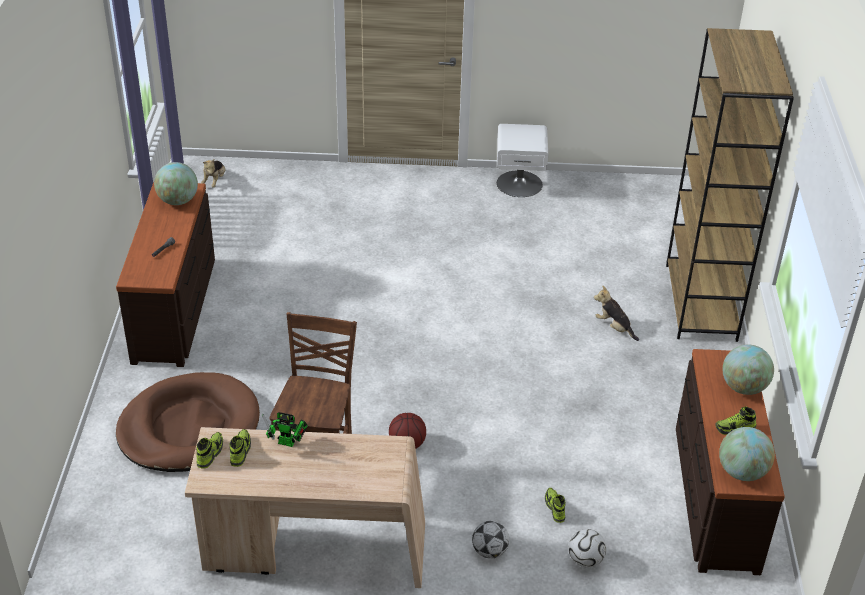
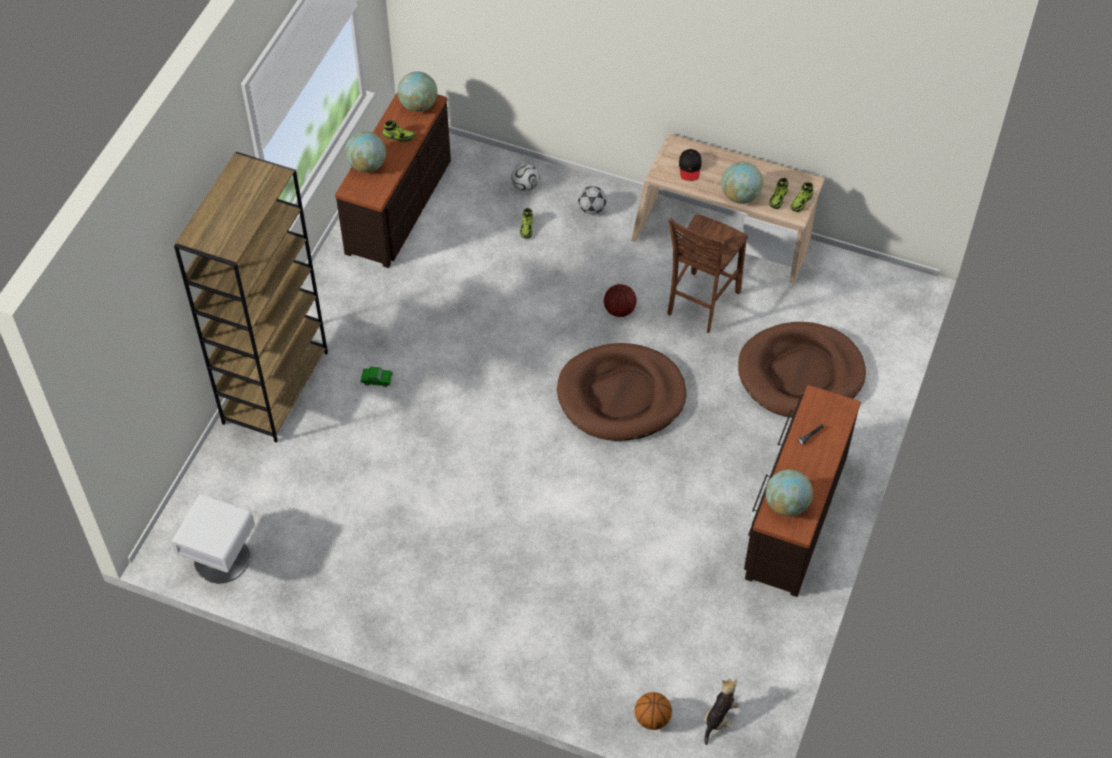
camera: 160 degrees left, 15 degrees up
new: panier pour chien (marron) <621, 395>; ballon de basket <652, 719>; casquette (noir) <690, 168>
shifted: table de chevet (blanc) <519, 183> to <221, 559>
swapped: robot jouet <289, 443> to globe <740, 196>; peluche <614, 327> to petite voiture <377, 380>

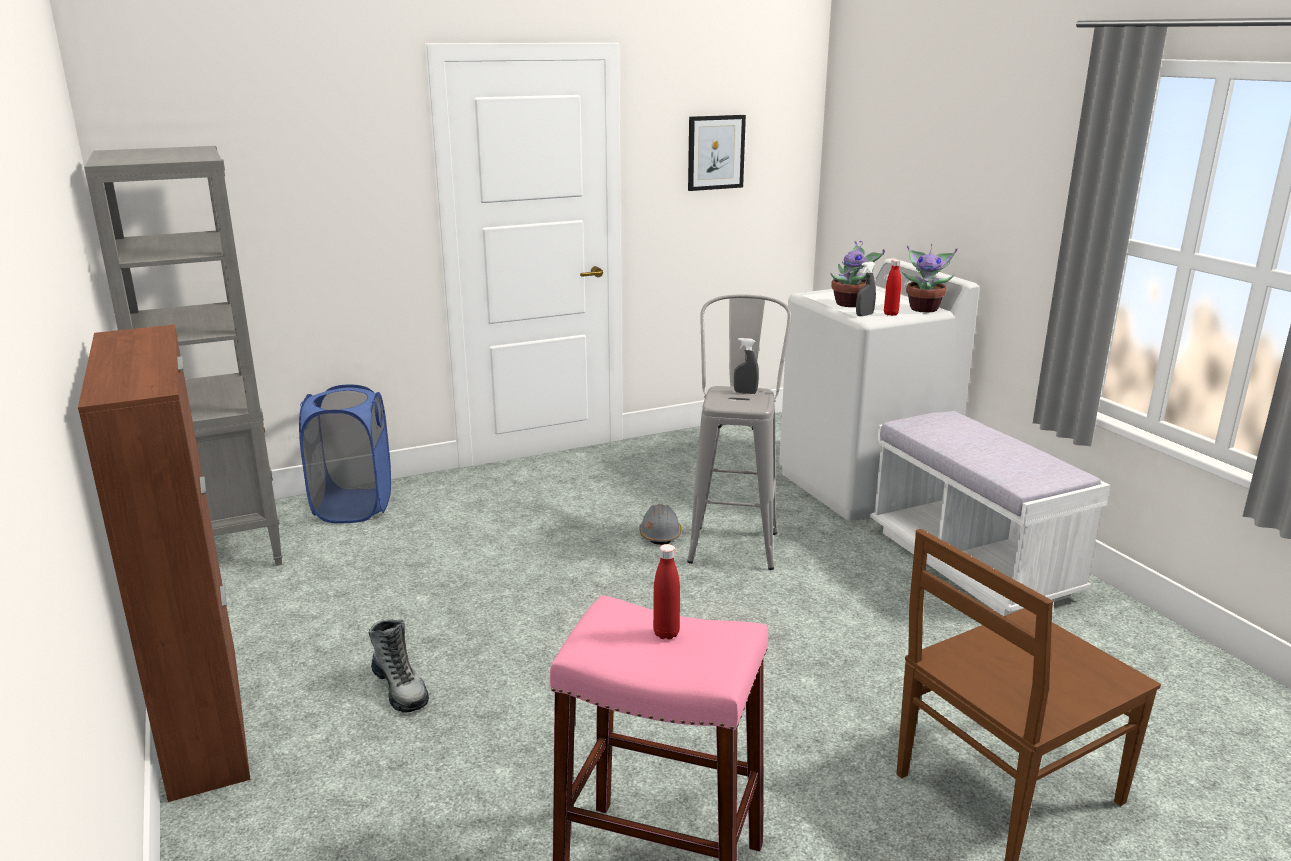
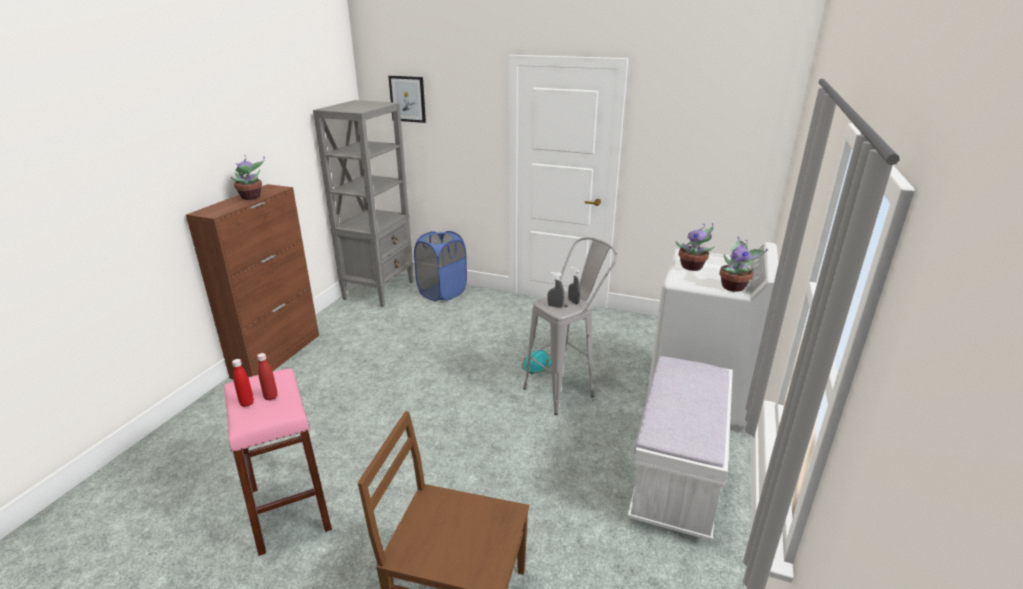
camera: 45 degrees right, 5 degrees up
gone: botte <400, 688>
new: plante en pot <251, 197>
shifted: tableau <715, 152> to <407, 99>; vaporisateur (gris) <864, 315> to <555, 306>; bouteille (rouge) <890, 314> to <247, 403>
repainted: casque de chantier (gris) <660, 534> to casque de chantier (turquoise) <537, 367>

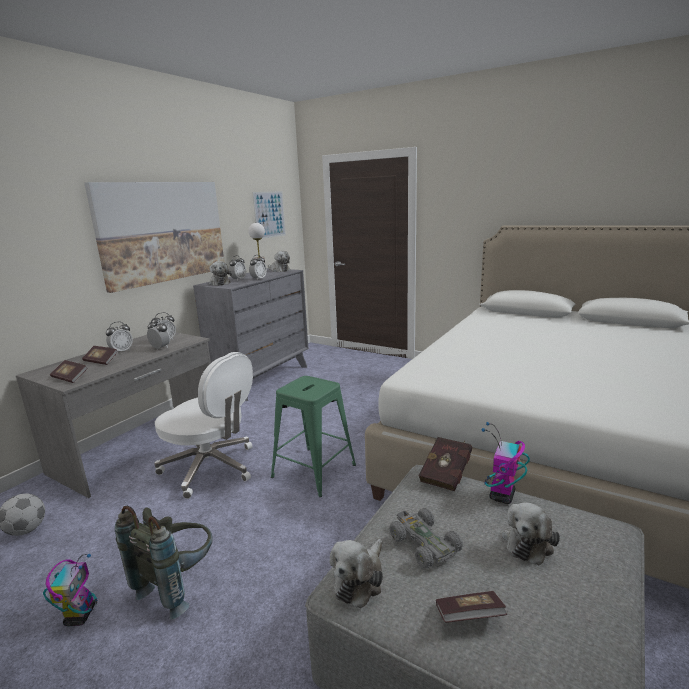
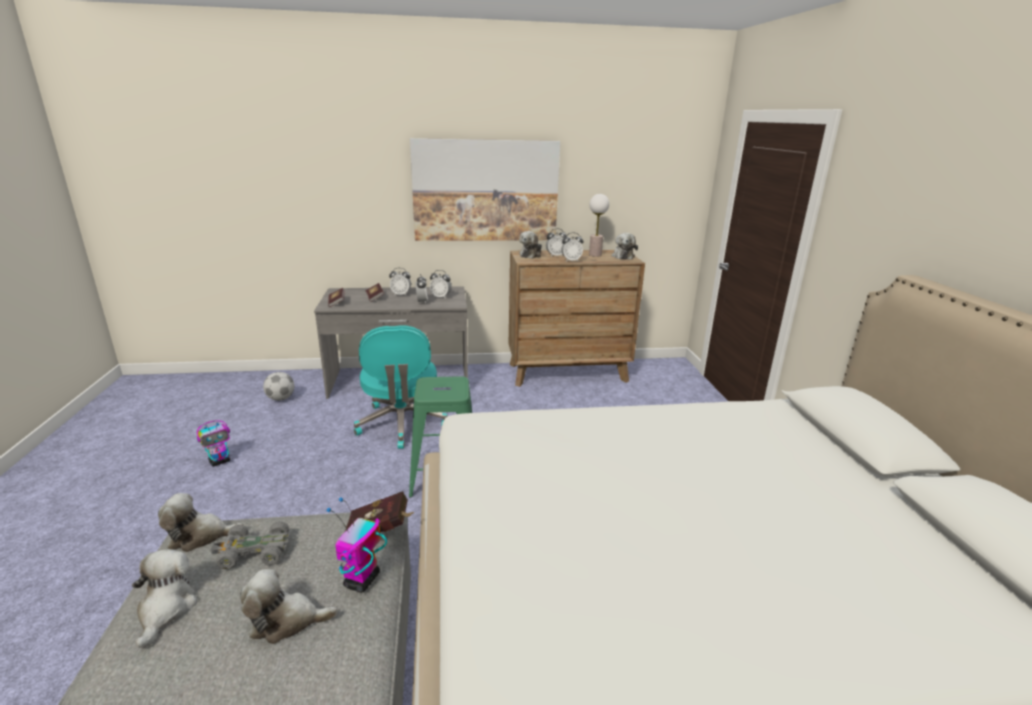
camera: 50 degrees right, 5 degrees up
gone: sac à dos (gris) <178, 584>; tableau <269, 214>
swapped: livre <469, 617> to peluche <166, 609>
repainted: chaise de bureau (blanc) <211, 468> to chaise de bureau (turquoise) <401, 424>; commode (gris) <262, 378> to commode (marron) <567, 372>
rotated: petite voiture (gris) <423, 543> = <254, 552> 120 degrees counterclockwise; robot jouet <502, 496> = <361, 581> 60 degrees counterclockwise

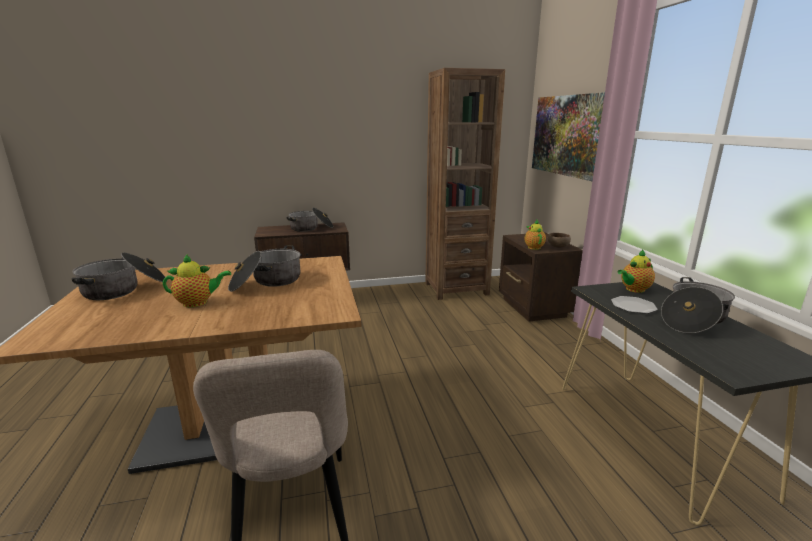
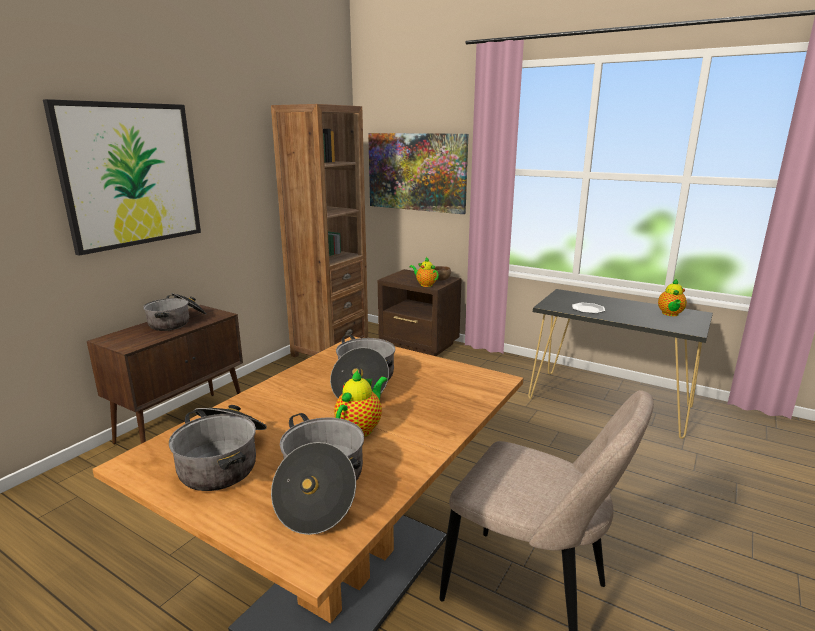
camera: 45 degrees left, 0 degrees up
new: tableau <131, 175>
shifted: théière <633, 289> to <670, 314>; marmite <692, 319> to <321, 488>

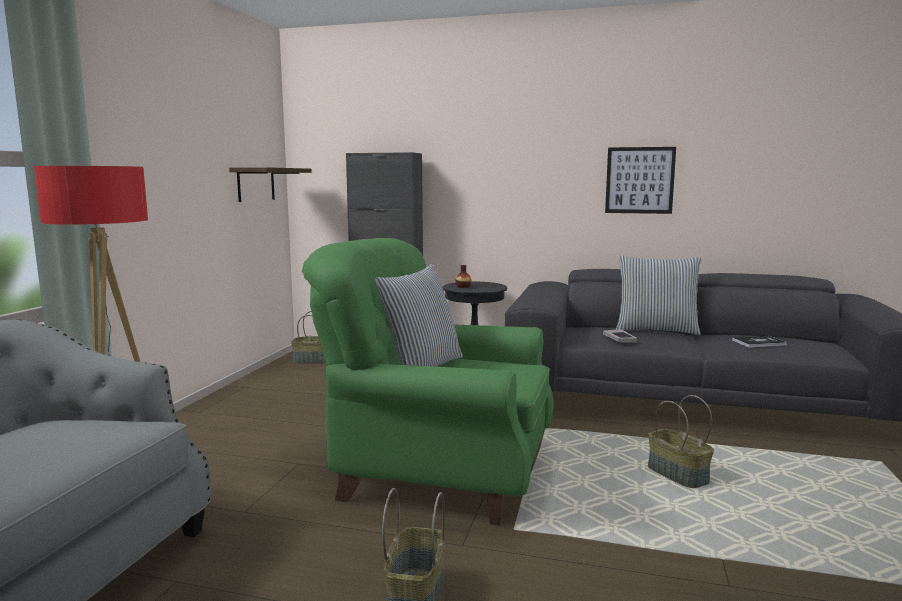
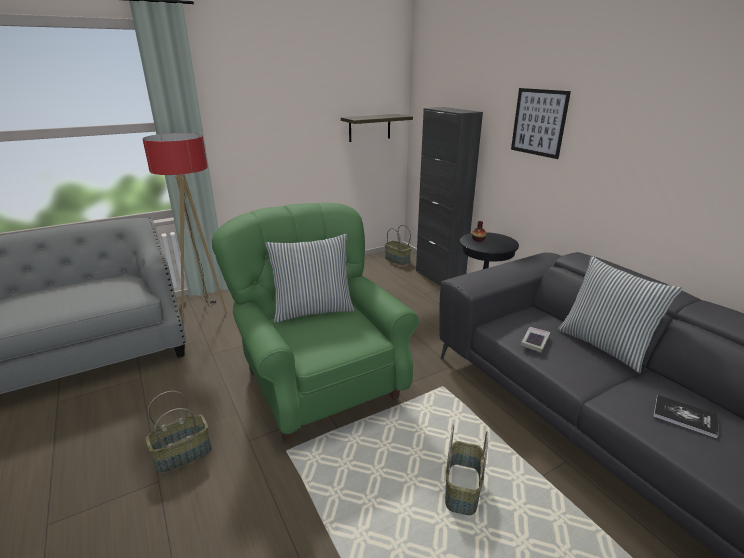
camera: 45 degrees right, 15 degrees up
shifted: tableau <639, 180> to <539, 122>

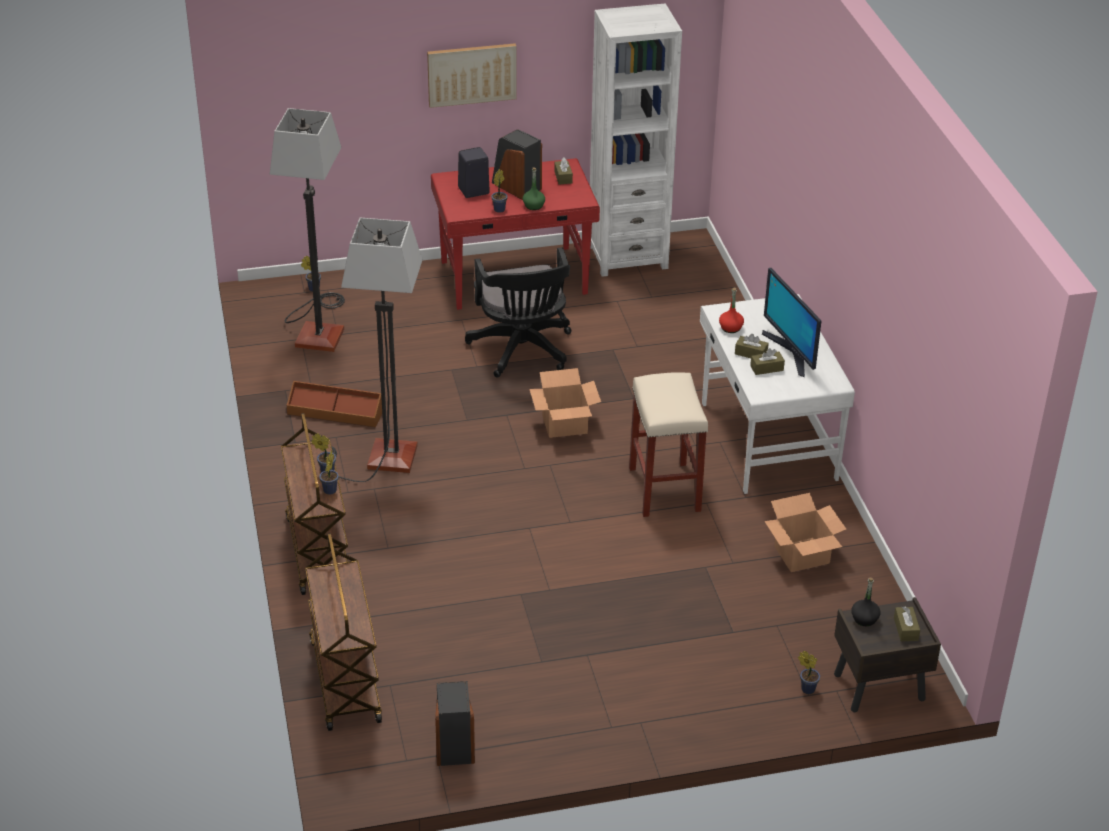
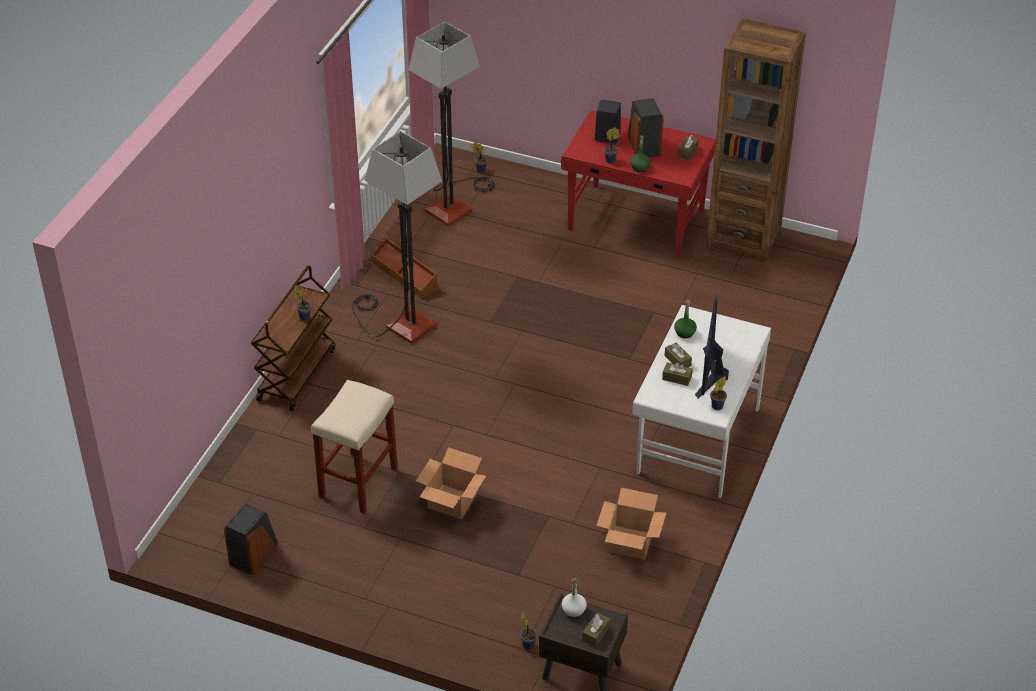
camera: 35 degrees right, 5 degrees up
gone: chariot (marron) <344, 680>; tableau <471, 74>; chaise de bureau (noir) <522, 351>
shifted: plante en pot <329, 491> to <716, 407>; carton <565, 424> to <452, 501>; tabouret (beige) <663, 488> to <358, 481>
repainted: bibliothèque (blanc) <627, 257> to bibliothèque (marron) <743, 239>; bouteille (rouge) <730, 328> to bouteille (vert) <684, 333>; bouteille (noir) <864, 619> to bouteille (blanc) <574, 610>

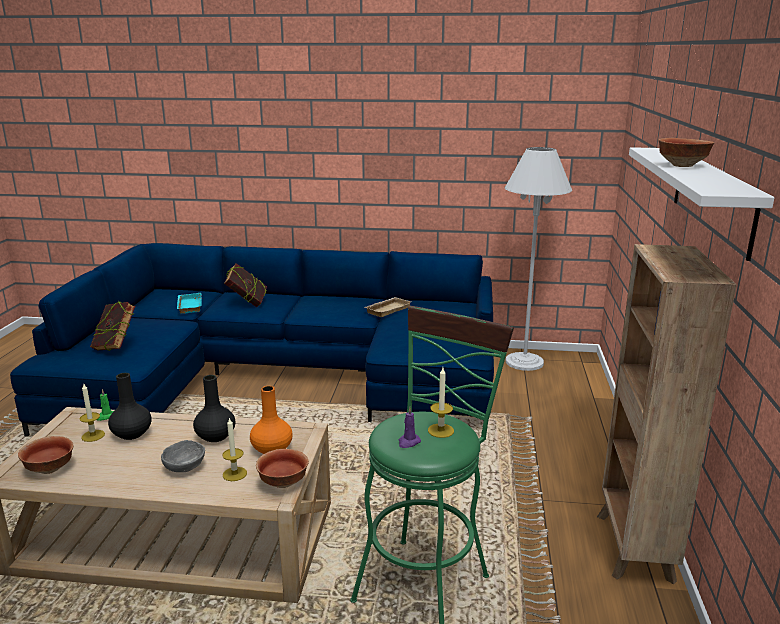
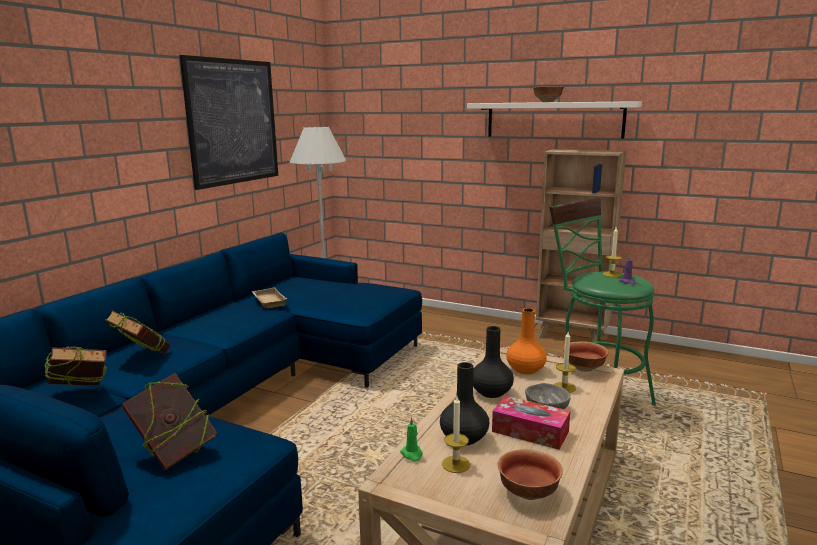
camera: 70 degrees left, 5 degrees down
new: tableau <233, 122>; boîte à mouchoirs <530, 431>
swapped: plateau (turquoise) <188, 306> to livre <82, 396>

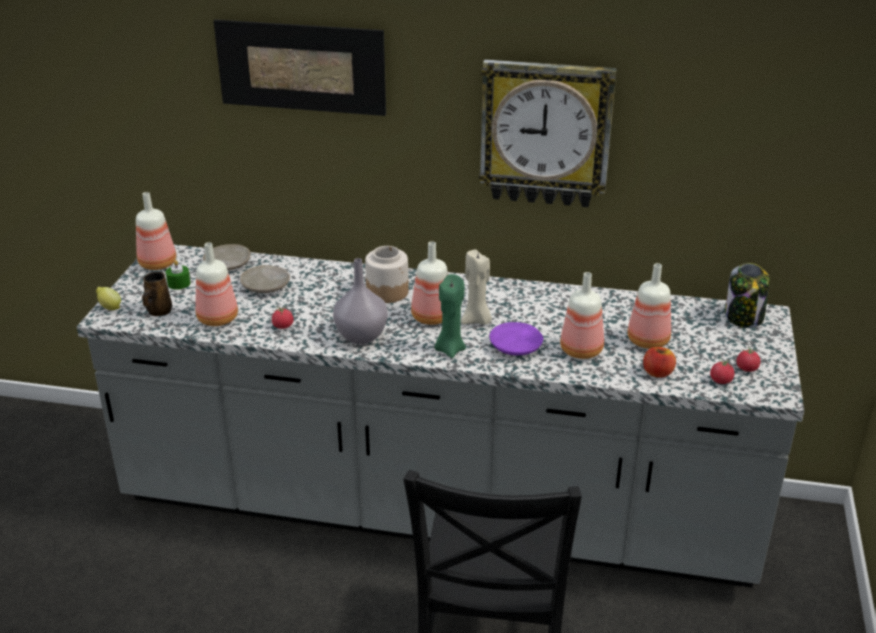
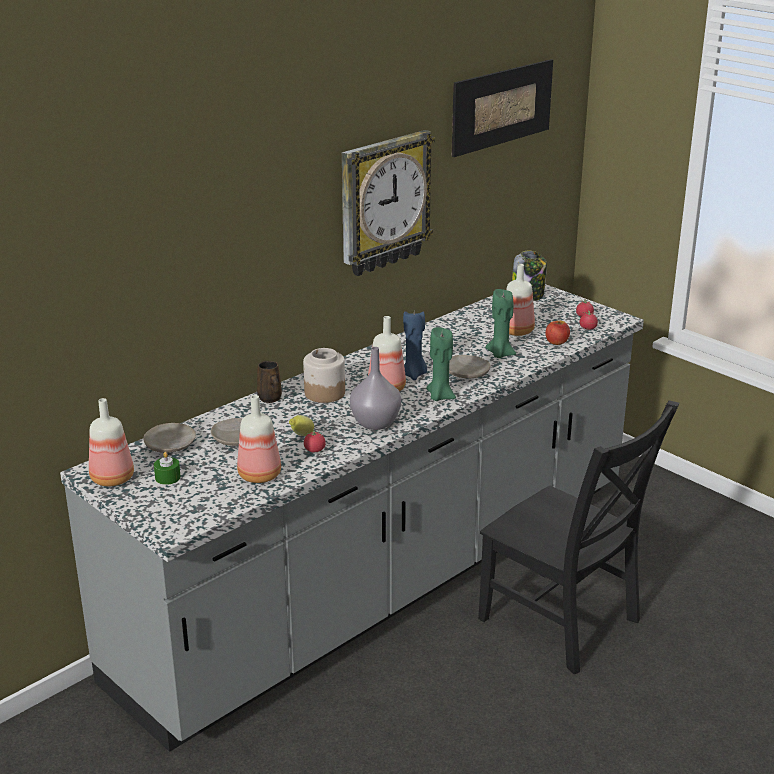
camera: 55 degrees left, 5 degrees down
shifted: citron <109, 308> to <301, 435>; mug (marron) <158, 311> to <270, 399>; tableau <301, 67> to <502, 106>
swapped: bouteille <582, 350> to bougie (vert) <500, 354>
repainted: bougie (beige) <477, 320> to bougie (bleu) <414, 374>; assiette (violet) <516, 346> to assiette (beige) <467, 373>

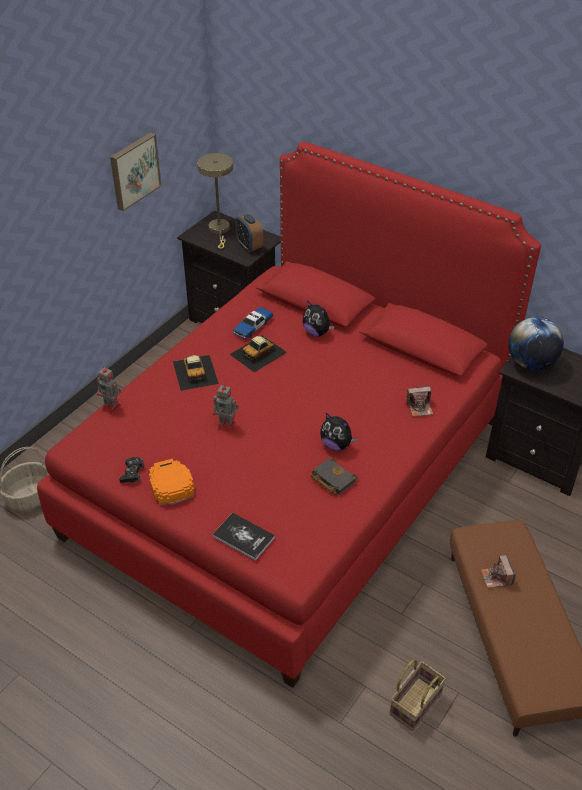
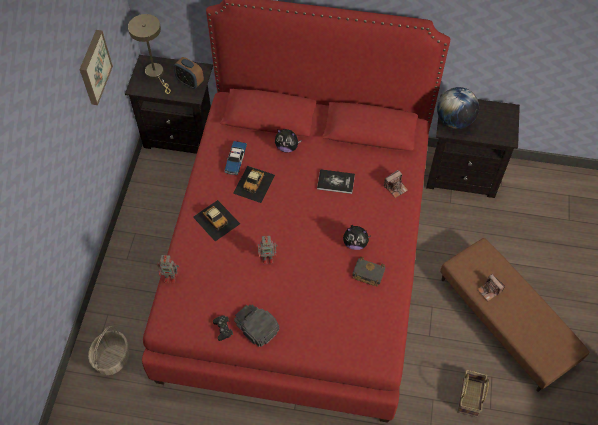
camera: 25 degrees left, 15 degrees up
shifted: livre <243, 537> to <336, 182>
repainted: casquette (orange) <170, 483> to casquette (noir) <256, 325>

